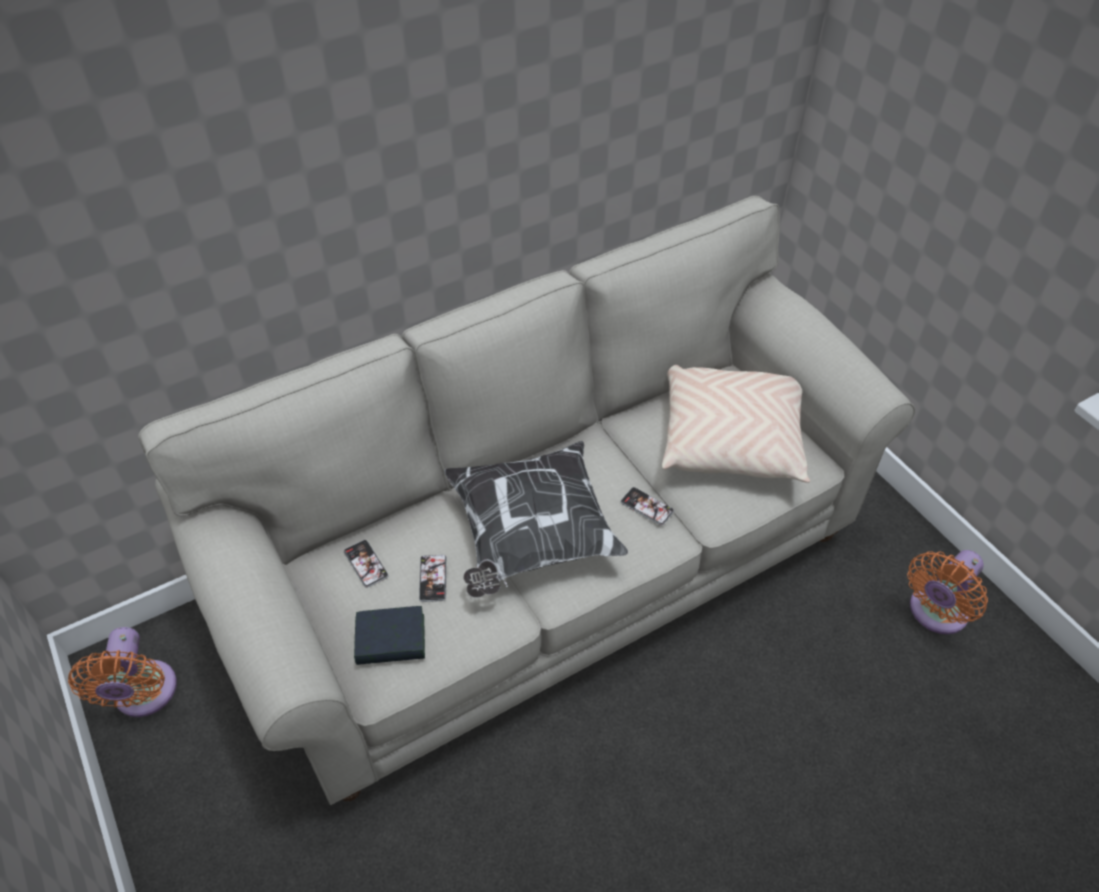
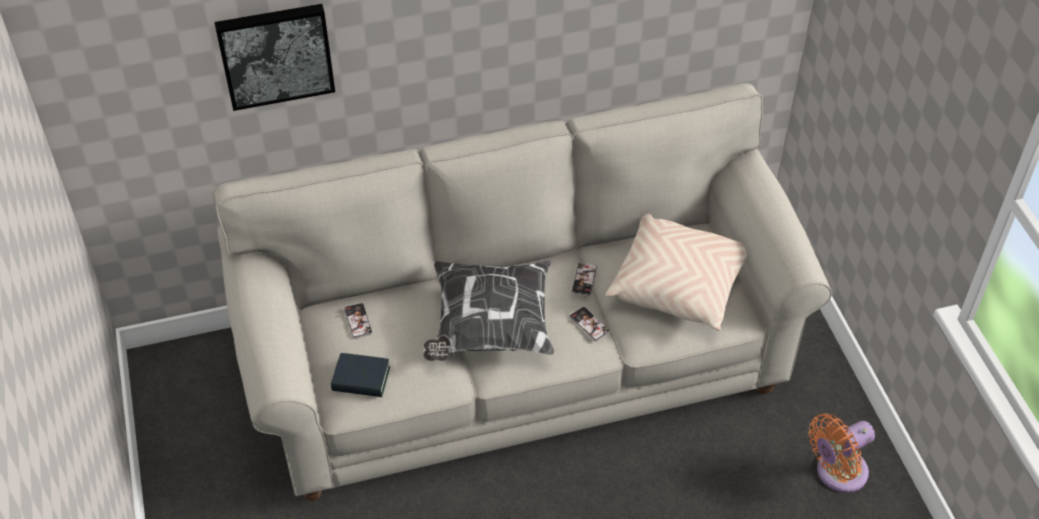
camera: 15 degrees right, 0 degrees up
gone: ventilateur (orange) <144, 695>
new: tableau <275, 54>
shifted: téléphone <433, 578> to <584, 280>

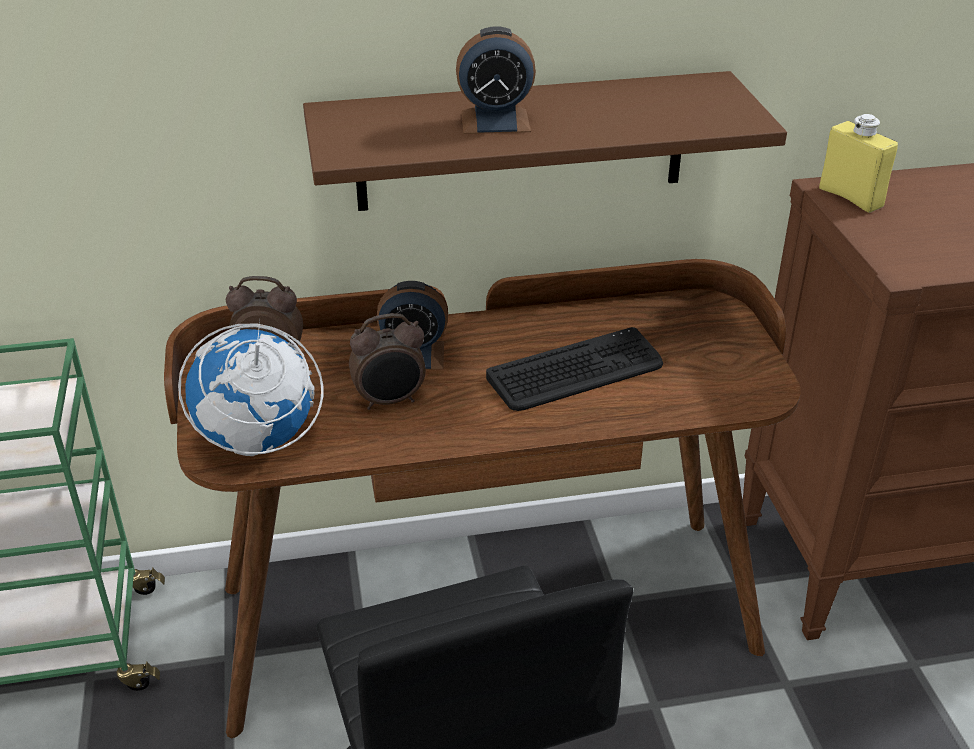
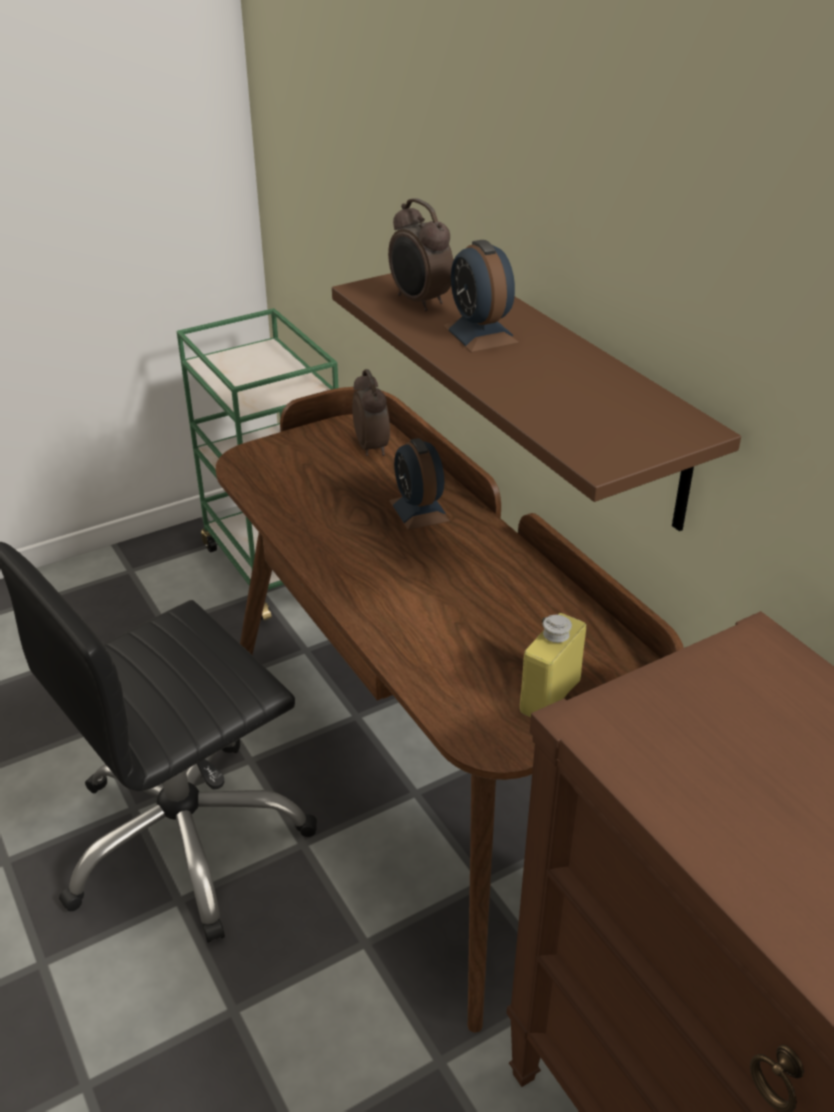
camera: 70 degrees right, 0 degrees up
gone: globe <257, 441>; clavier <576, 372>
shifted: réveil <390, 401> to <419, 302>; bouteille (jaune) <850, 197> to <550, 696>

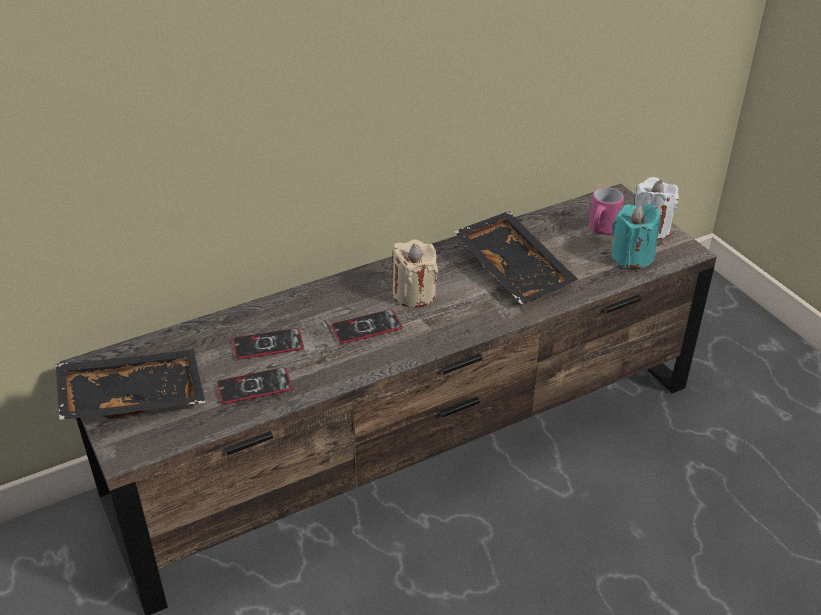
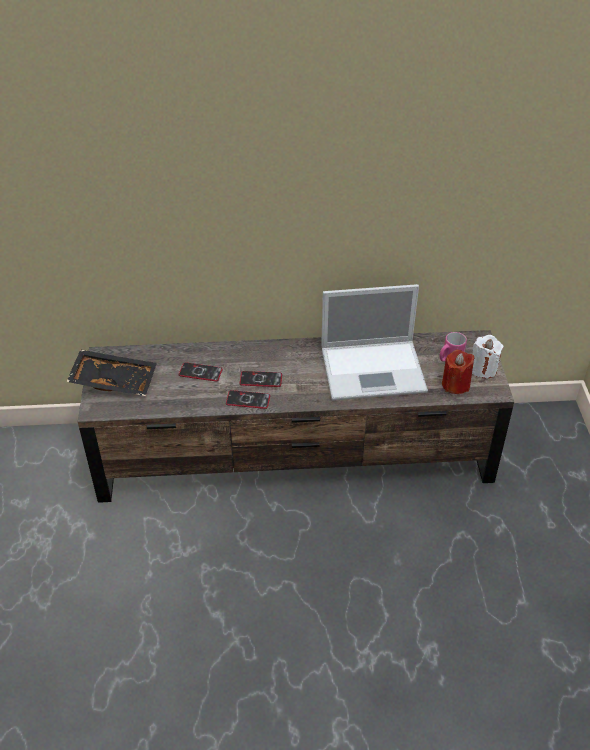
camera: 25 degrees right, 5 degrees up
gone: bougie (beige) <414, 294>
shifted: téléphone <254, 387> to <248, 400>
swapped: plateau (noir) <515, 269> to ordinateur portable <375, 369>
repainted: bougie (turquoise) <631, 257> to bougie (rouge) <455, 384>

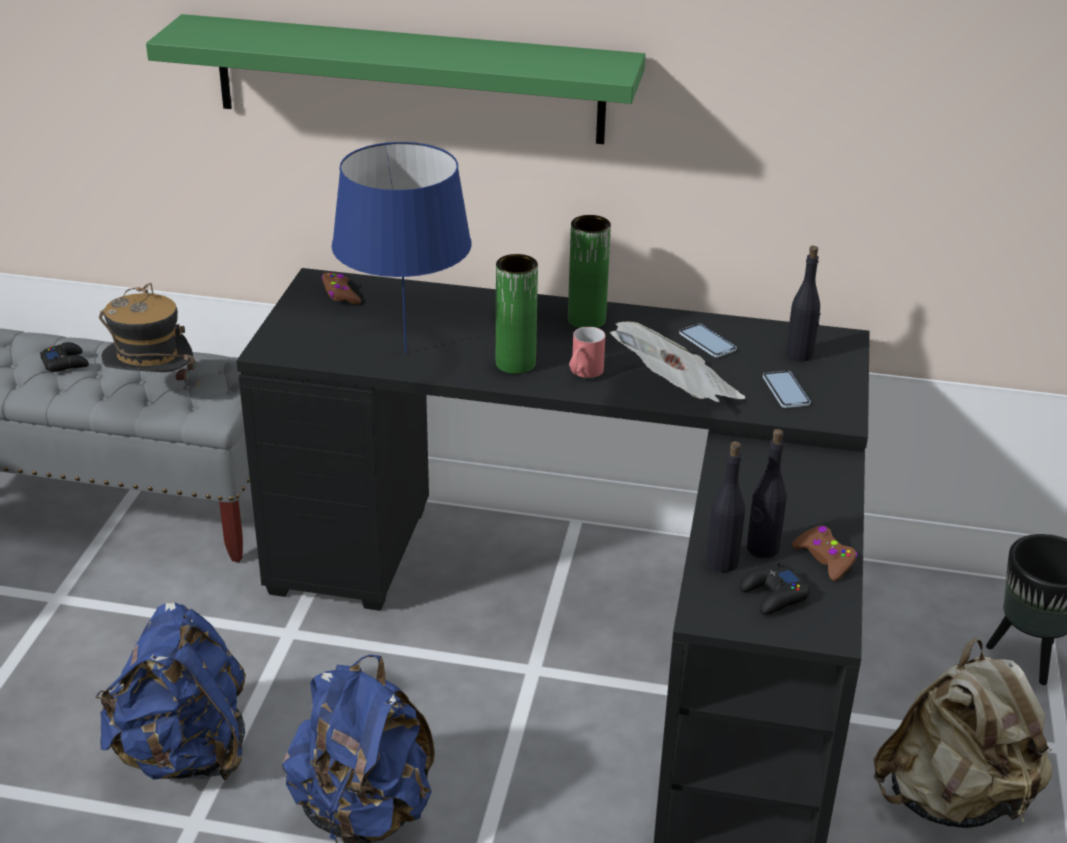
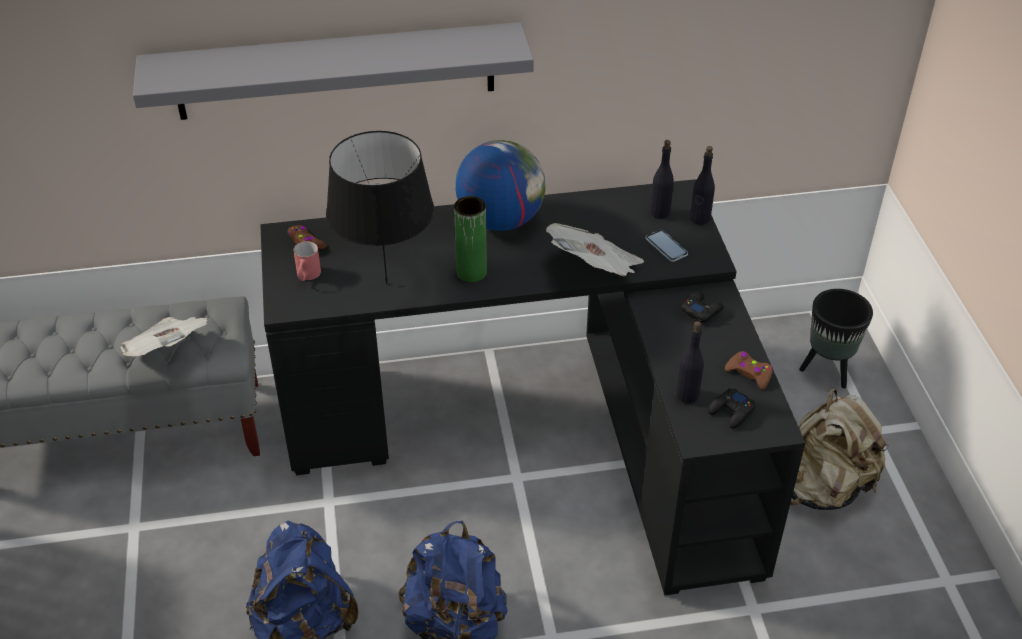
camera: 20 degrees left, 10 degrees up
gone: téléphone <707, 342>
shifted: manette (noir) <65, 363> to <701, 310>; mug (rouge) <583, 373> to <307, 276>; bouteille (noir) <762, 548> to <699, 219>
swapped: chapeau <153, 393> to journal <168, 351>; vase (vert) <586, 320> to globe <500, 220>
repainted: étagère (vert) <409, 79> to étagère (gris) <336, 71>; lampe de table (bleu) <406, 352> to lampe de table (noir) <387, 283>

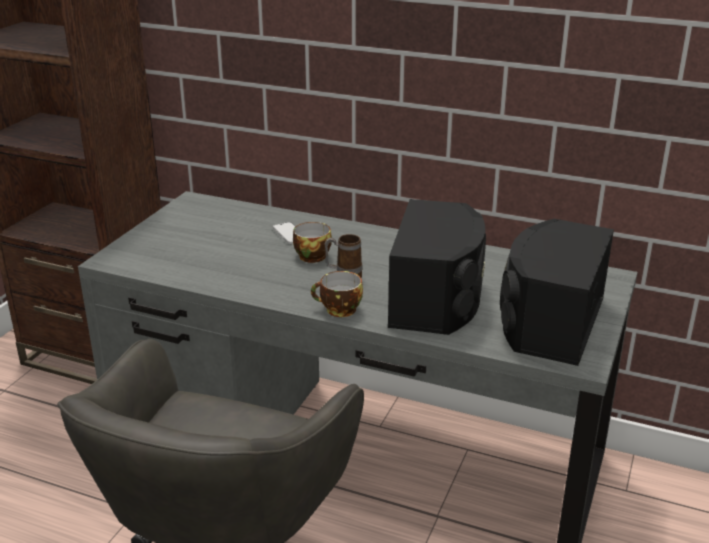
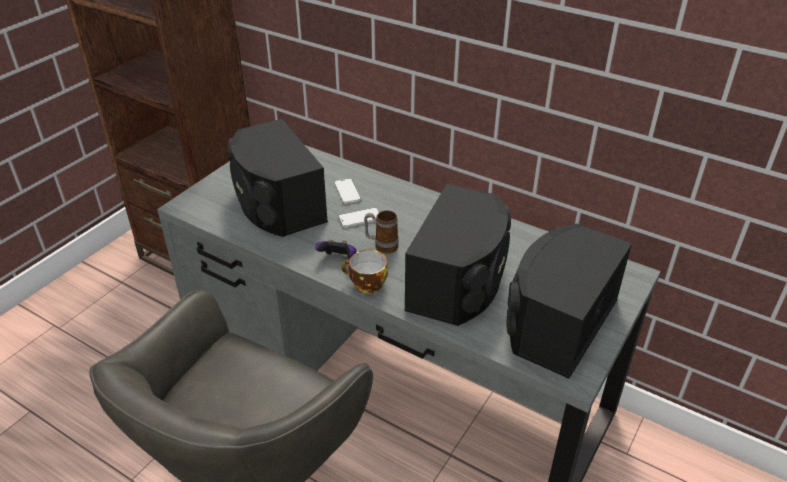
camera: 10 degrees right, 10 degrees up
new: enceinte (noir) <276, 204>; manette <338, 259>
swapped: tasse <311, 255> to téléphone <359, 218>

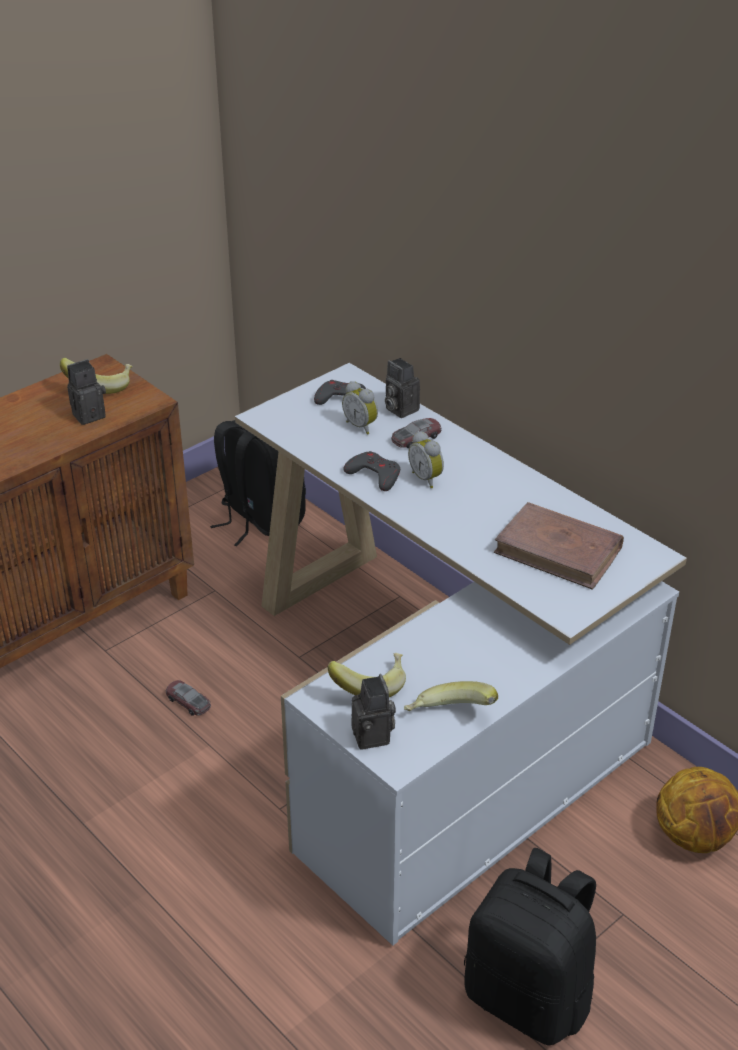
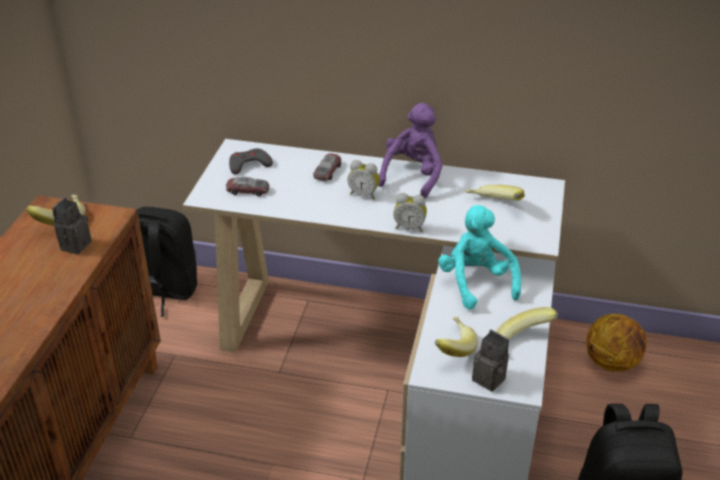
camera: 35 degrees left, 0 degrees up
gone: manette (gris) <374, 475>; appareil photo <399, 409>
new: peluche (violet) <413, 176>; peluche (turquoise) <476, 282>
shifted: petite voiture <188, 702> to <247, 190>; réveil <361, 426> to <409, 227>
swapped: livre (marron) <559, 551> to banane <493, 206>

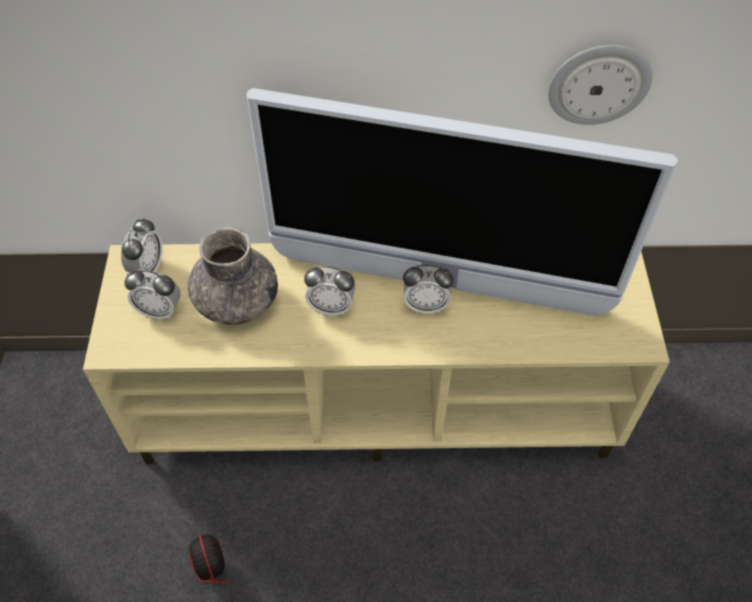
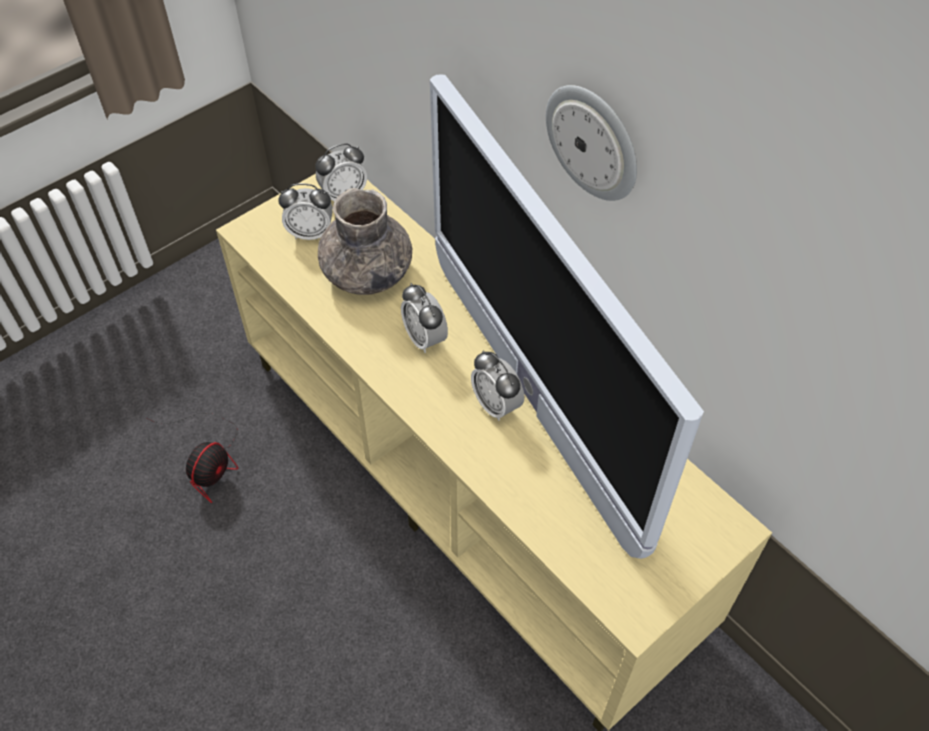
camera: 50 degrees right, 0 degrees up
shifted: horloge murale <599, 84> to <593, 142>
rotated: réveil <160, 310> = <310, 233> 60 degrees counterclockwise

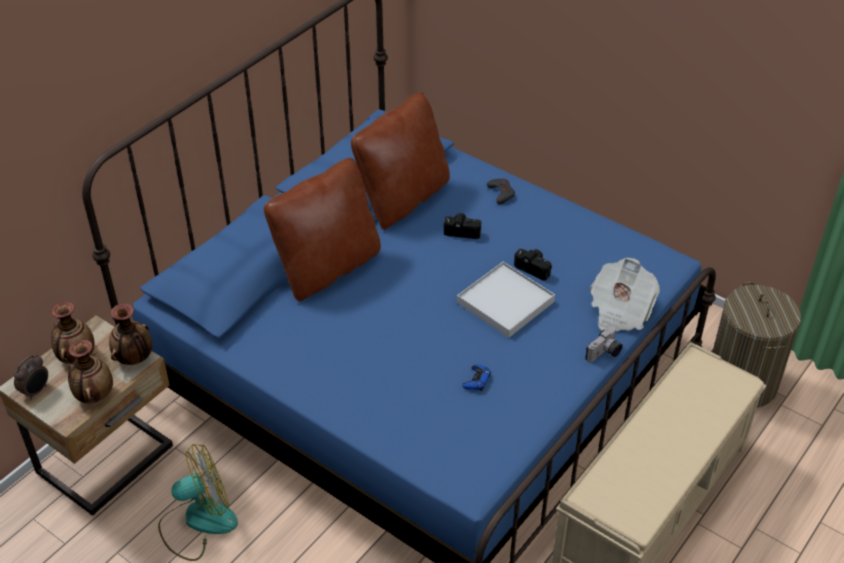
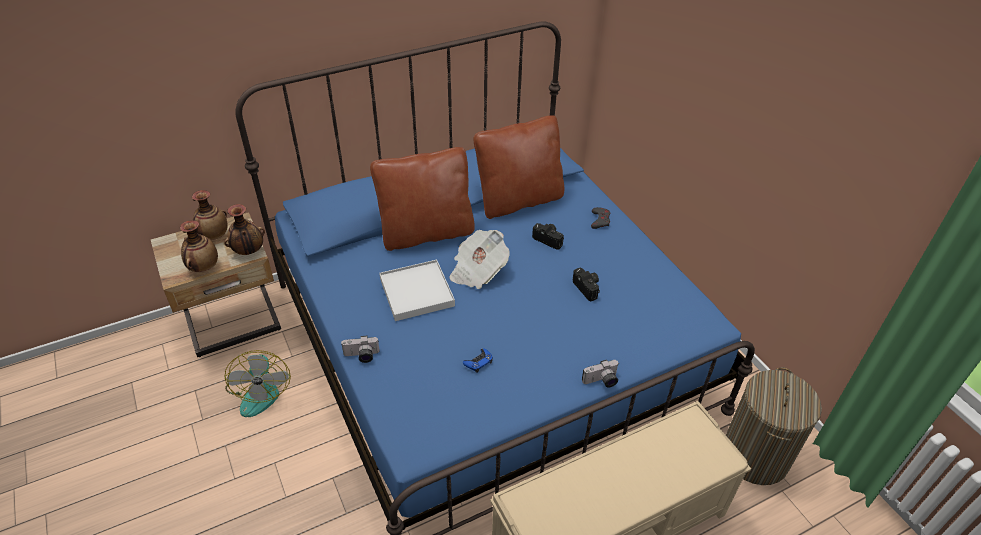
camera: 25 degrees right, 0 degrees up
gone: réveil <36, 391>
new: appareil photo <361, 356>
shifted: plateau (blanc) <505, 302> to <416, 292>; journal <620, 310> to <477, 271>
rotated: ventilateur <198, 522> = <260, 391> 75 degrees clockwise

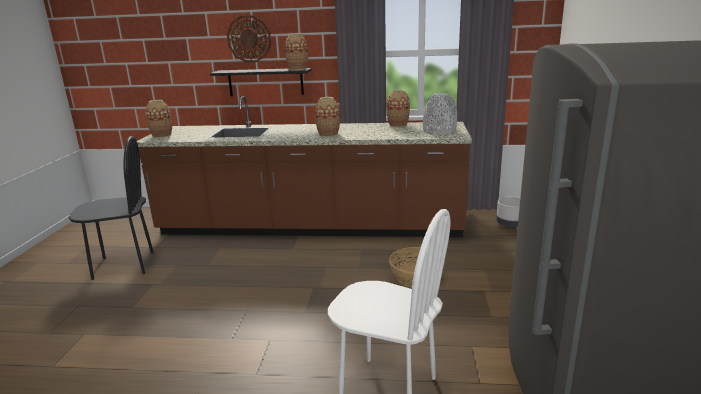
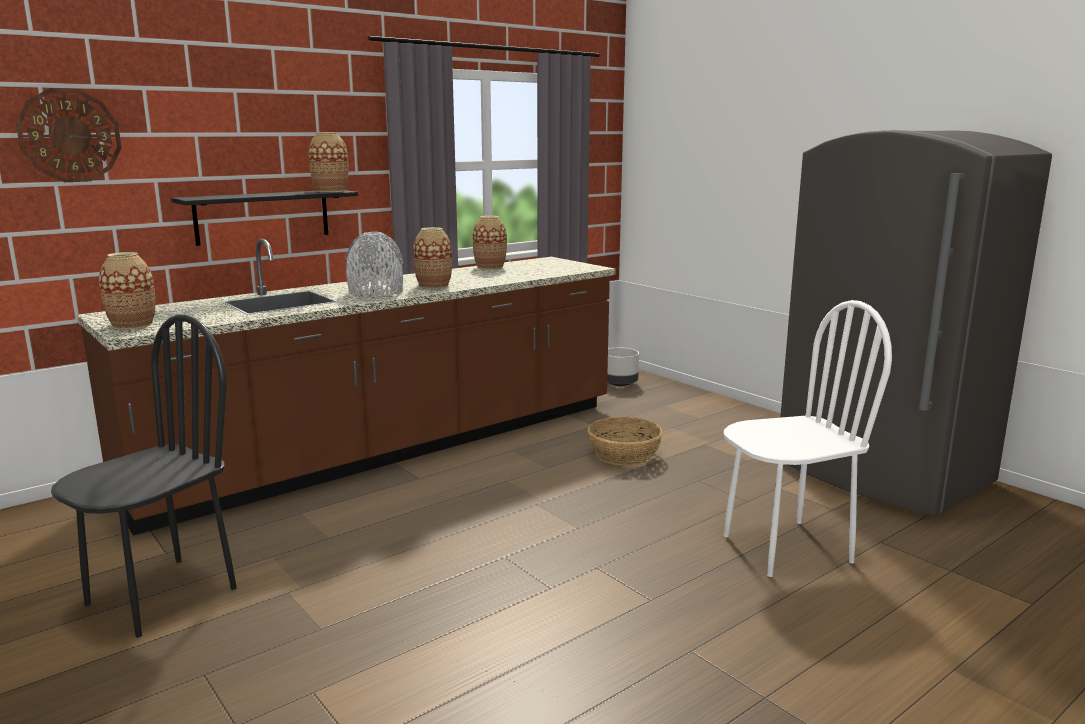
camera: 45 degrees left, 5 degrees down
shifted: horloge murale <249, 39> to <70, 135>; vase (gris) <439, 130> to <376, 292>

